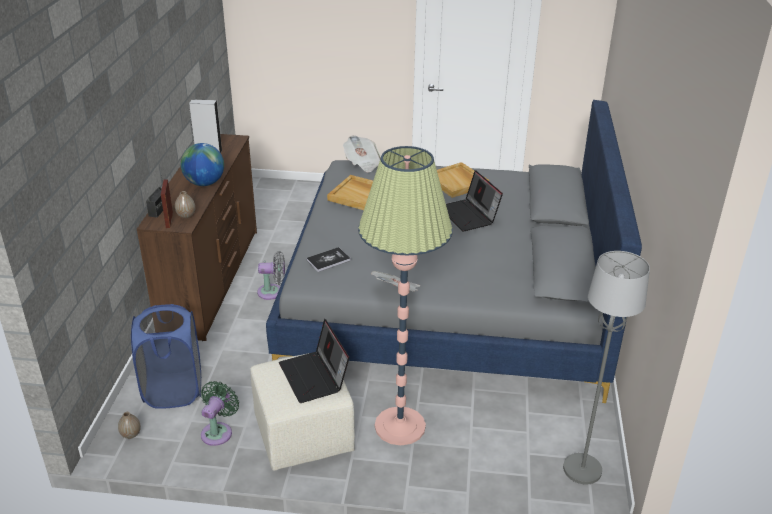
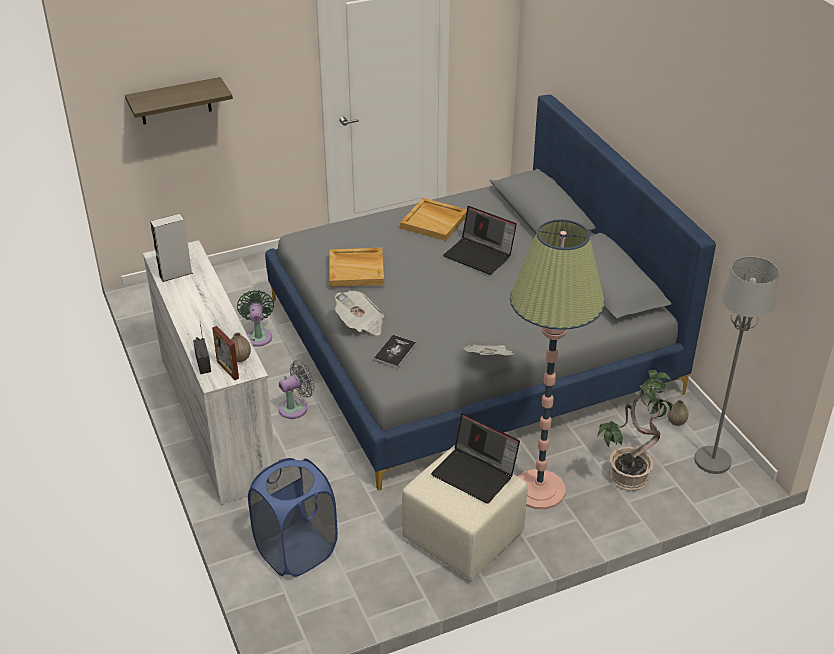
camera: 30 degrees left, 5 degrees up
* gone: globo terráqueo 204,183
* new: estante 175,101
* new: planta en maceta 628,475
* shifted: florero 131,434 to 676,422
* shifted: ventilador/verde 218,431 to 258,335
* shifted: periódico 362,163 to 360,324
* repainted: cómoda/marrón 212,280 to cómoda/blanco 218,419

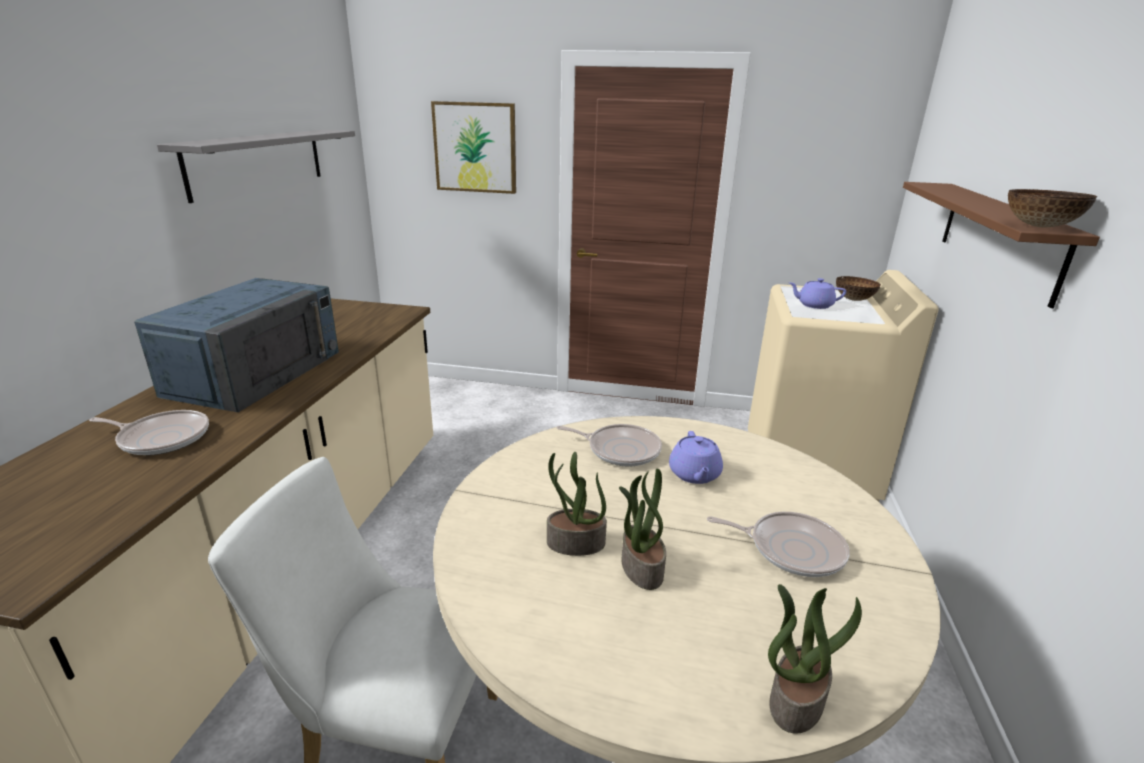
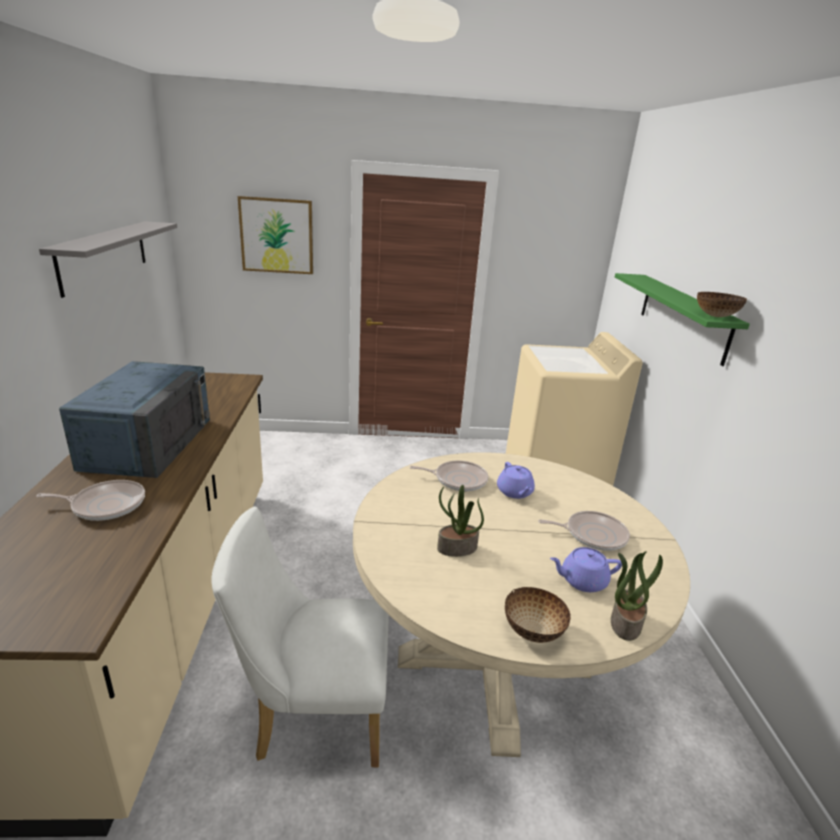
camera: 15 degrees left, 0 degrees up
* gone: planta en maceta 640,567
* shifted: tetera/morado 814,305 to 582,581
* shifted: cuenco 854,299 to 533,631
* repainted: estante/marrón 998,237 to estante/verde 683,316

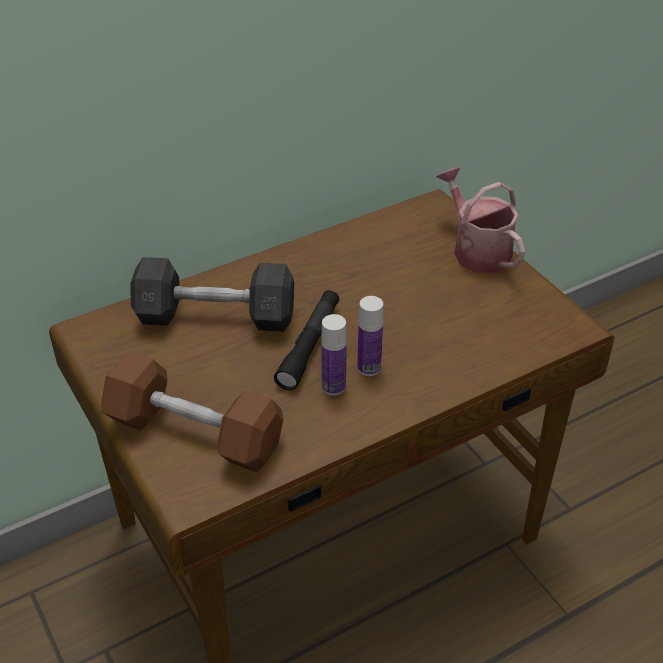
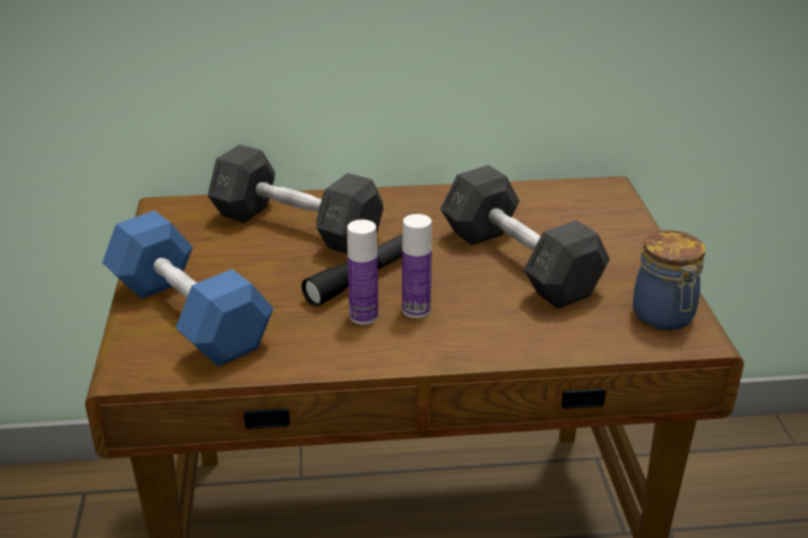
camera: 25 degrees right, 10 degrees down
* gone: regadera 477,250
* new: mancuerna/gris 519,263
* new: tarro 664,317
* repainted: mancuerna/marrón 194,433 to mancuerna/azul 189,316

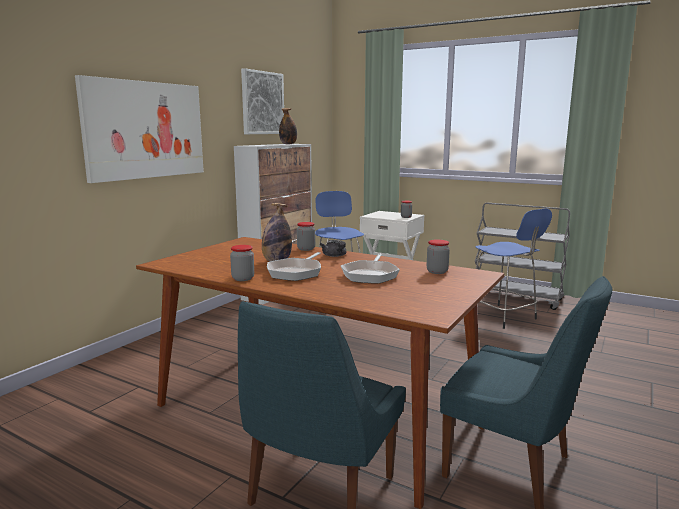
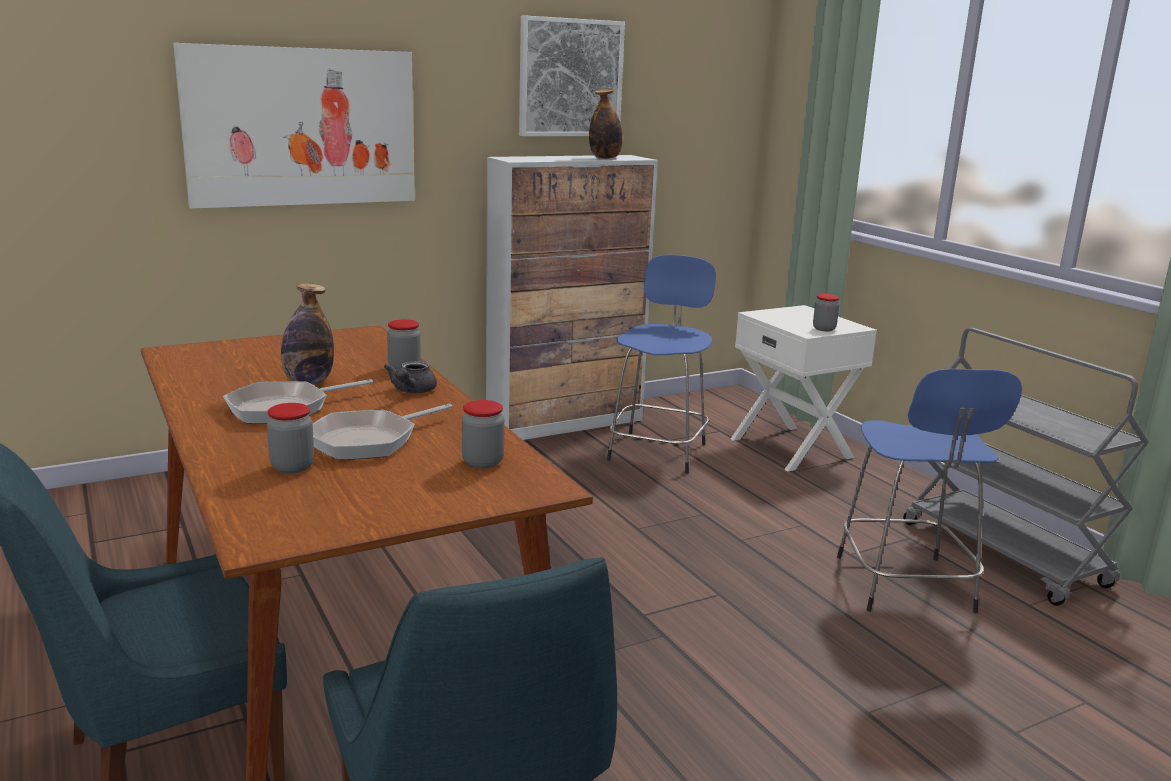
camera: 30 degrees right, 5 degrees up
* shifted: tarro 243,278 to 292,467

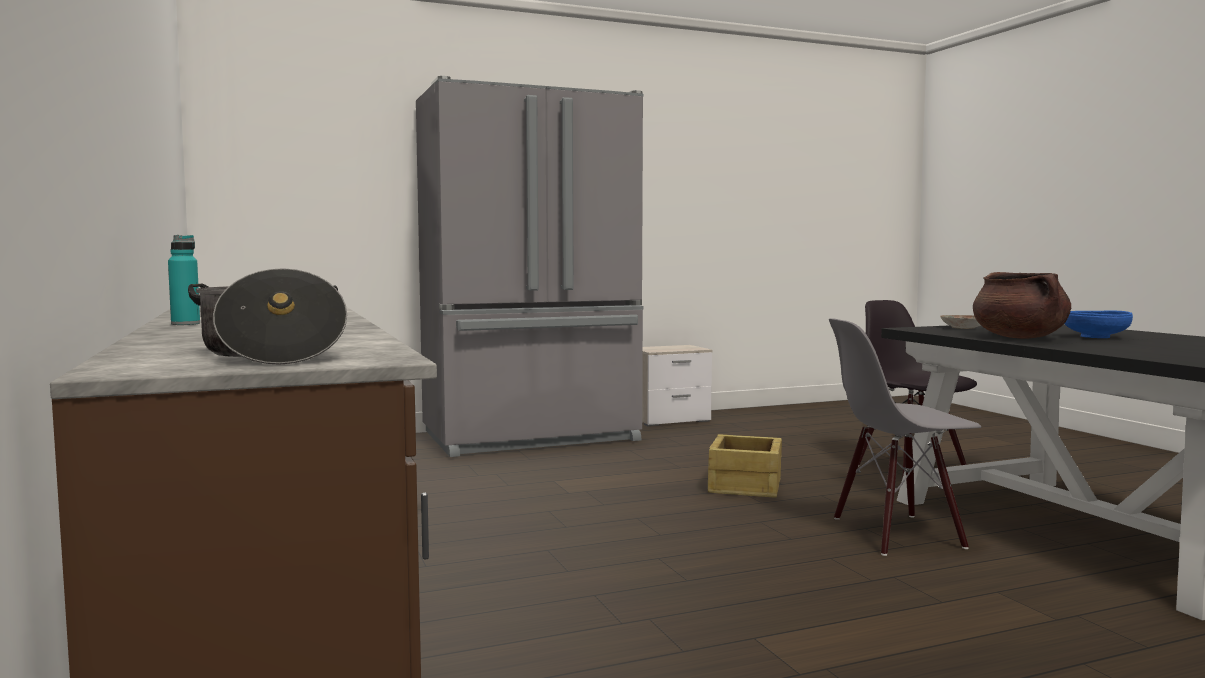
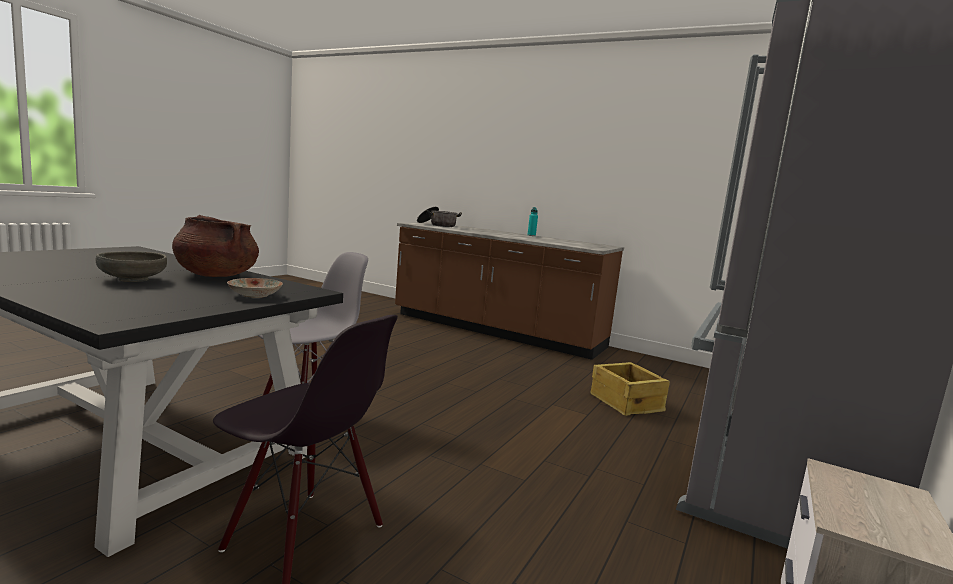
camera: 140 degrees right, 5 degrees up
* shifted: caja de embalaje 744,485 to 626,402
* repainted: cuenco/azul 1096,337 to cuenco/gris 132,279

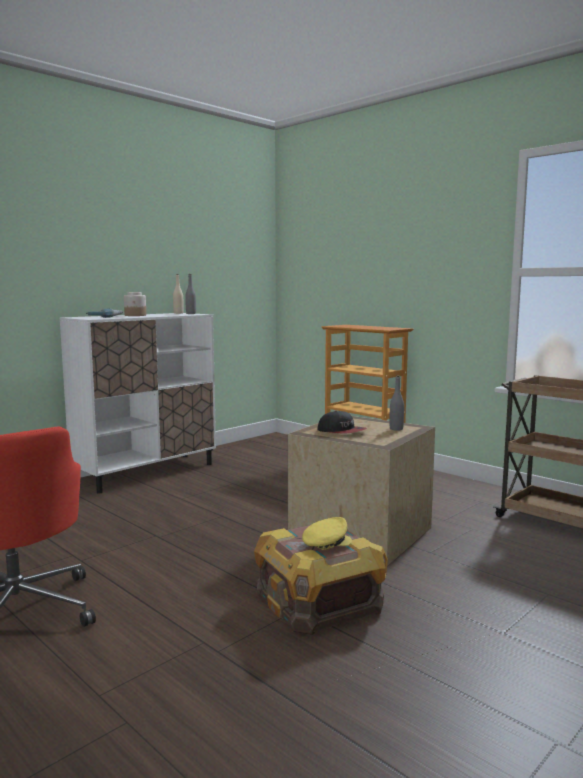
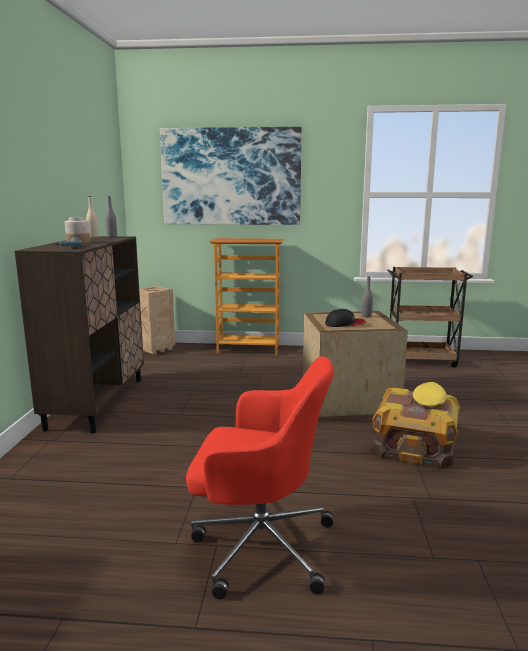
camera: 40 degrees left, 5 degrees up
* new: caja de embalaje 156,349
* new: cuadro 231,177
* repainted: armario/blanco 147,472 to armario/marrón 97,402

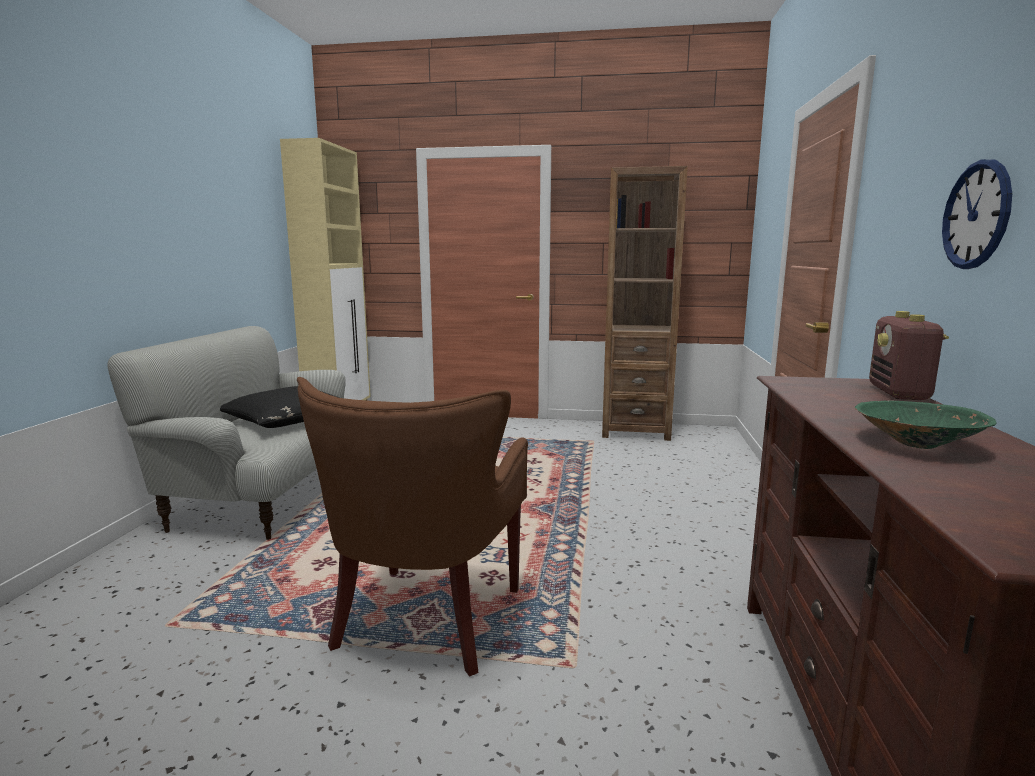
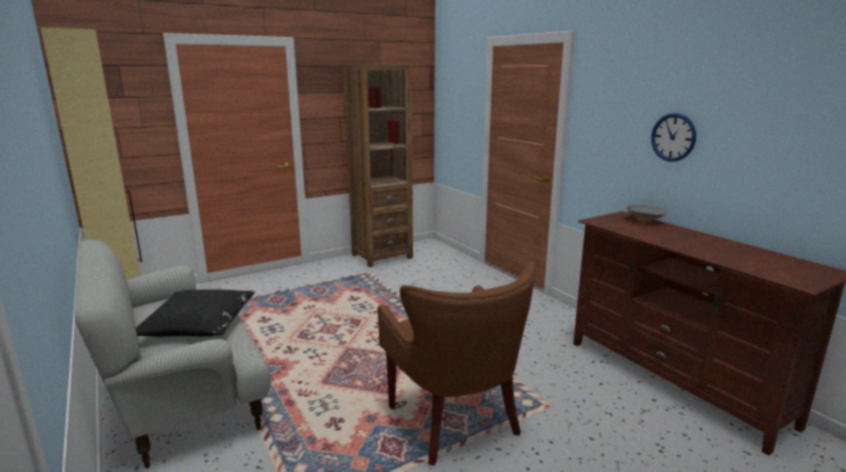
camera: 40 degrees left, 5 degrees up
* gone: cuenco/verde 914,443
* swapped: radio 899,393 to cuenco/gris 645,220

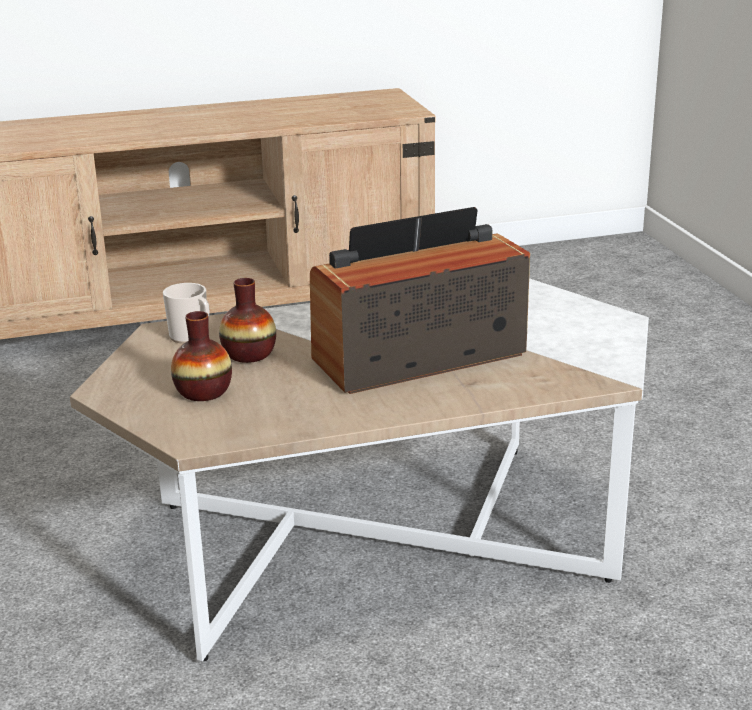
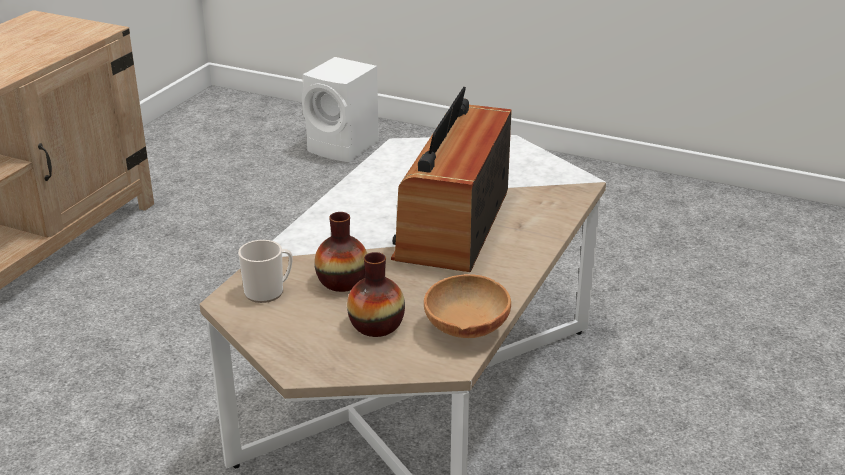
camera: 50 degrees left, 5 degrees up
* new: altavoz/blanco 344,147
* new: cuenco/marrón 465,330

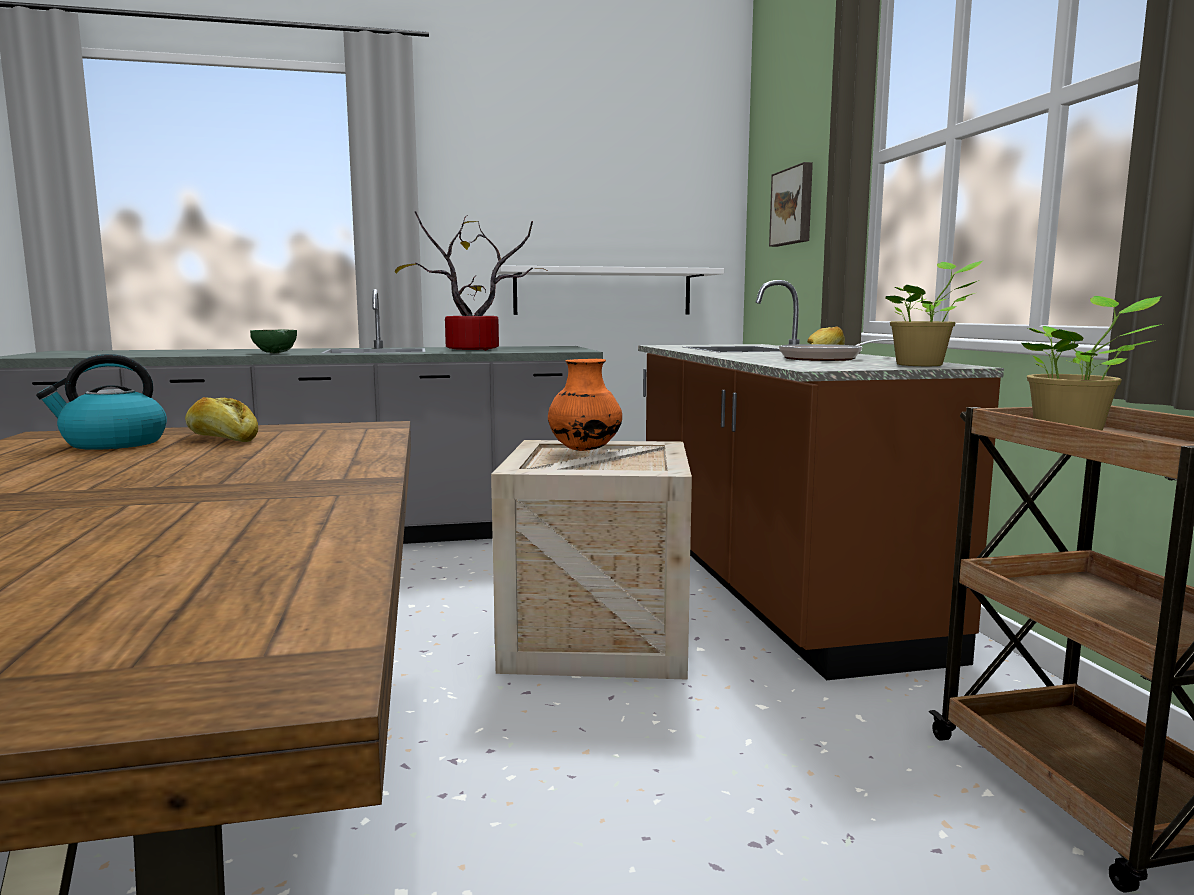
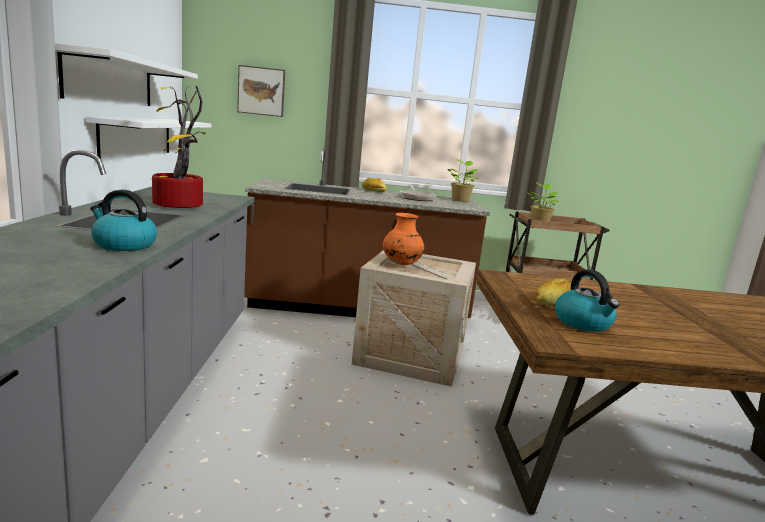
camera: 80 degrees left, 5 degrees up
* new: estante/blanco 111,80
* swapped: cuenco/verde 274,353 to hervidor 123,245

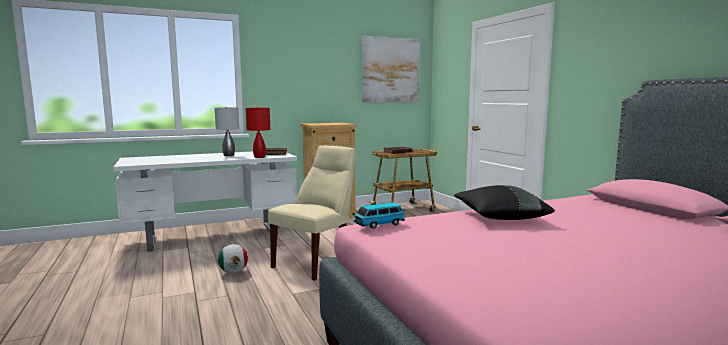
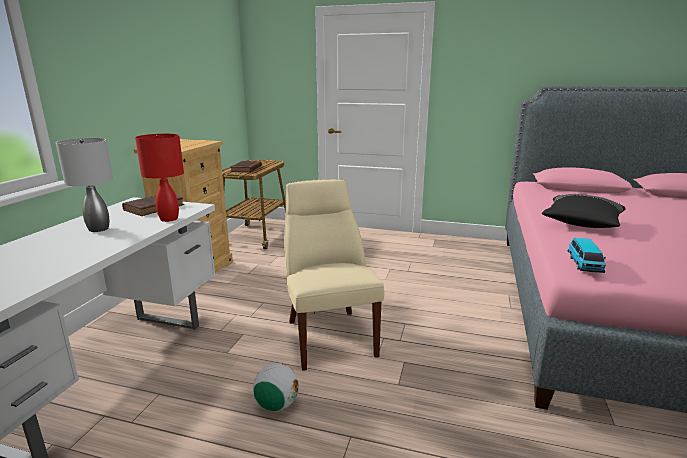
camera: 50 degrees left, 10 degrees up
* gone: cuadro 390,70

